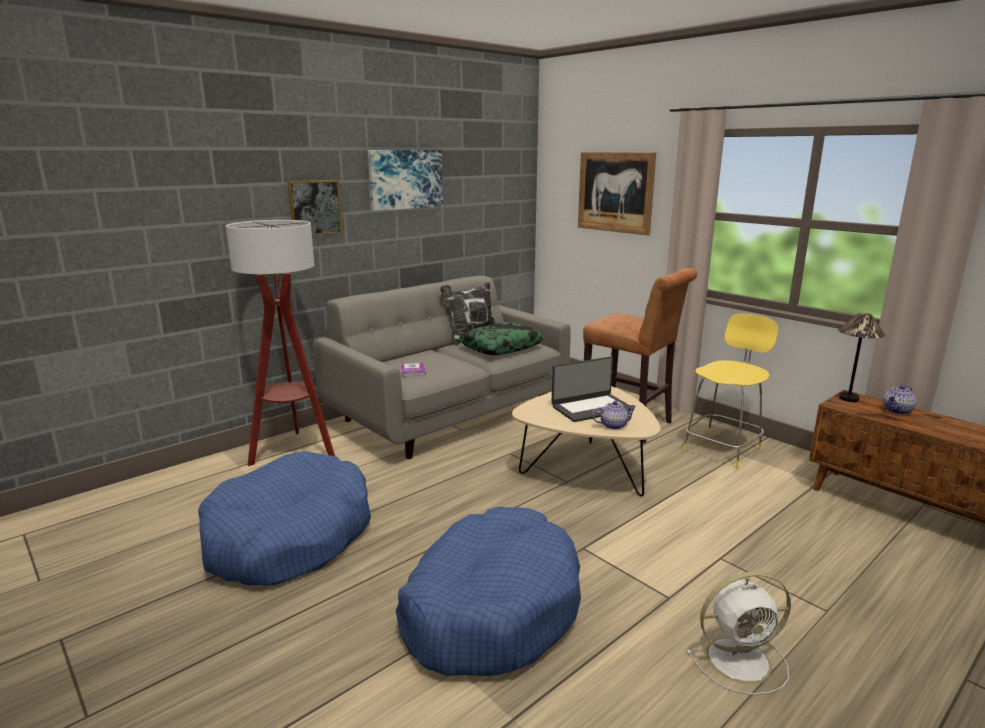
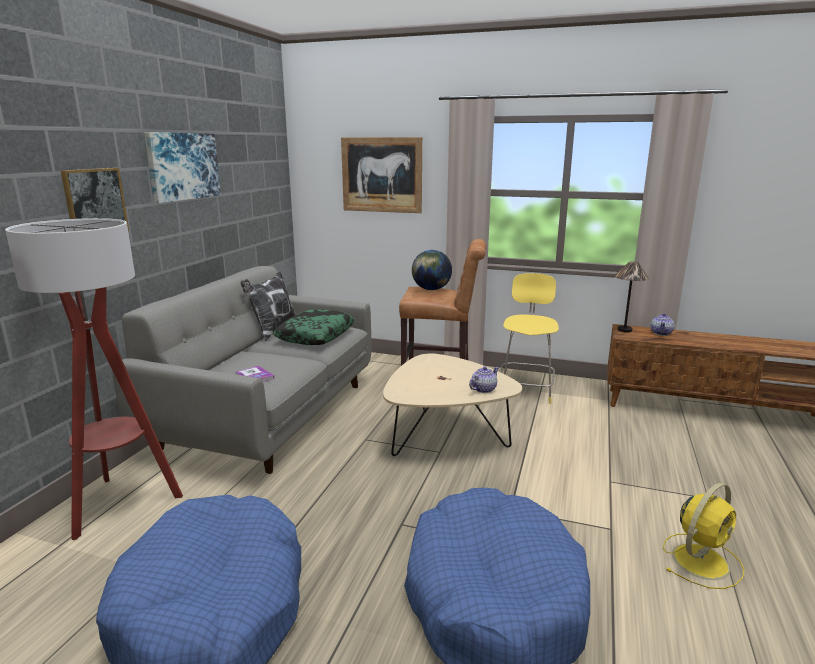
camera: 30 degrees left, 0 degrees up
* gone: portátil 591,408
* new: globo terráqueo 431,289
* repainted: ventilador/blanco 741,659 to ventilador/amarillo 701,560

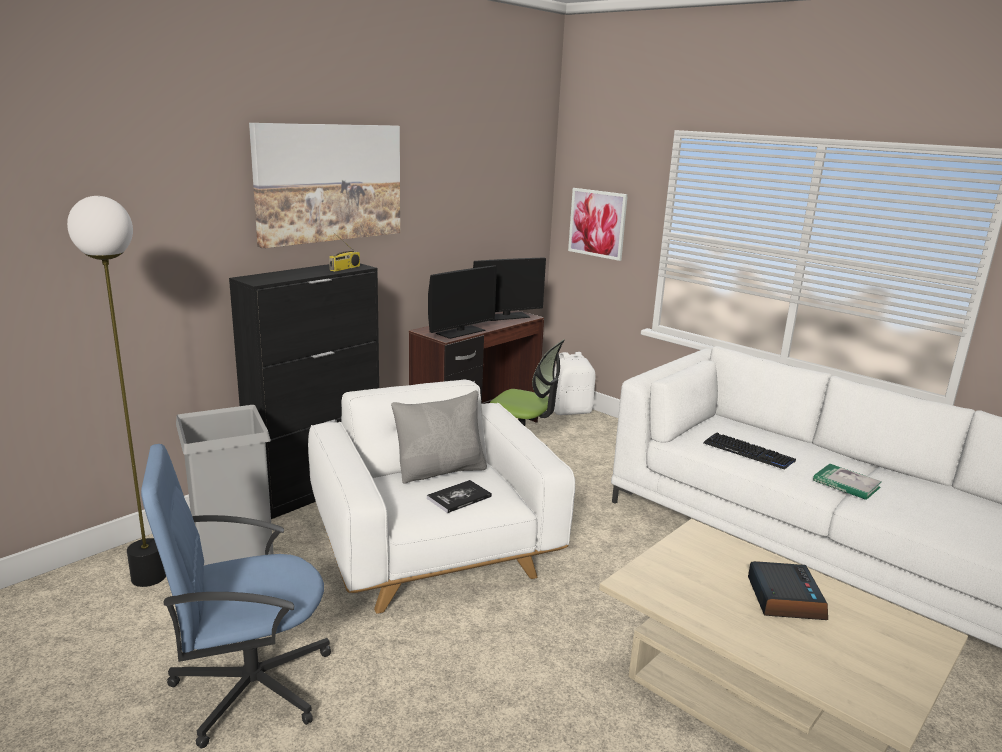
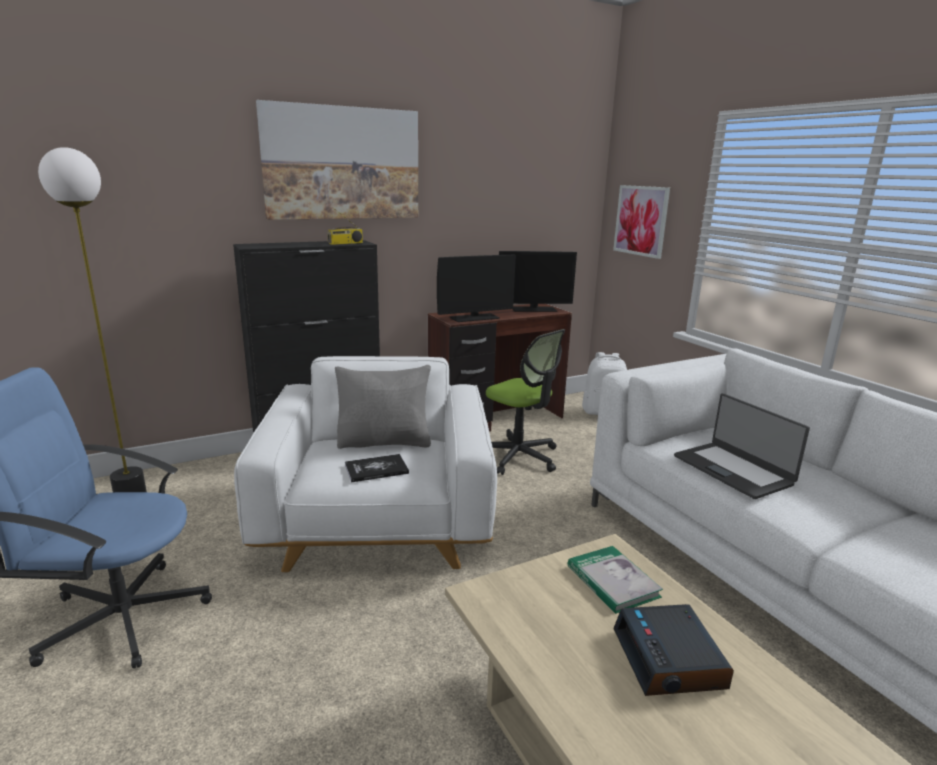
camera: 20 degrees right, 0 degrees up
* gone: papelera/gris 233,552
* shifted: libro 846,484 to 612,581
* swapped: teclado 748,452 to portátil 733,470
* rotated: despertador 784,598 = 669,660 150 degrees clockwise

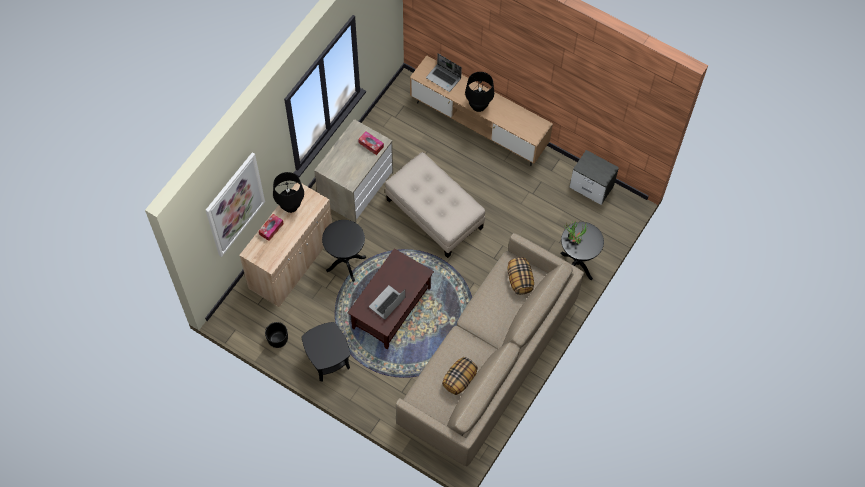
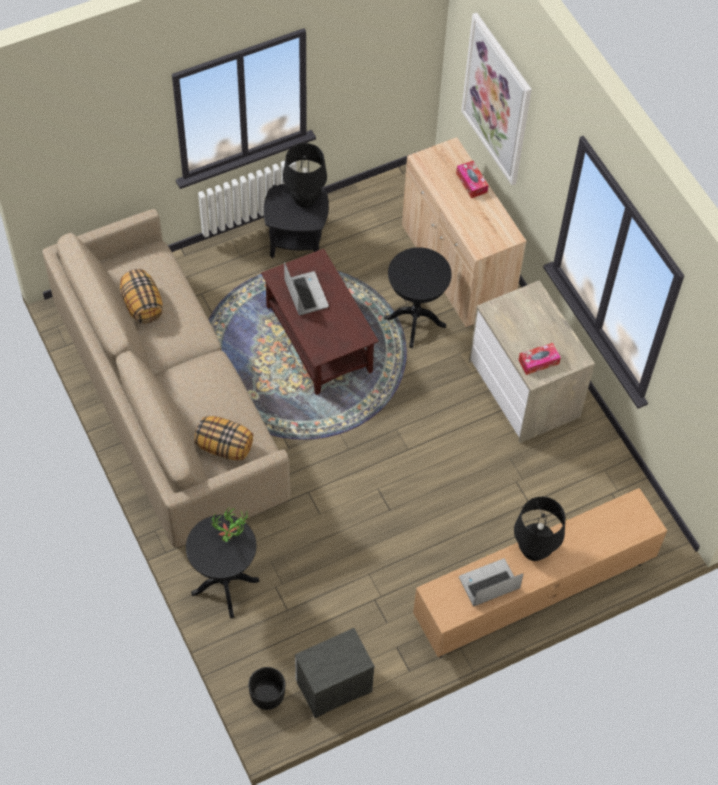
camera: 120 degrees right, 5 degrees down
* gone: puf/beis 435,213
* shifted: maceta/negro 277,339 to 267,695
* shifted: lámpara de mesa/negro 290,205 to 305,199
* shifted: portátil 444,78 to 488,584

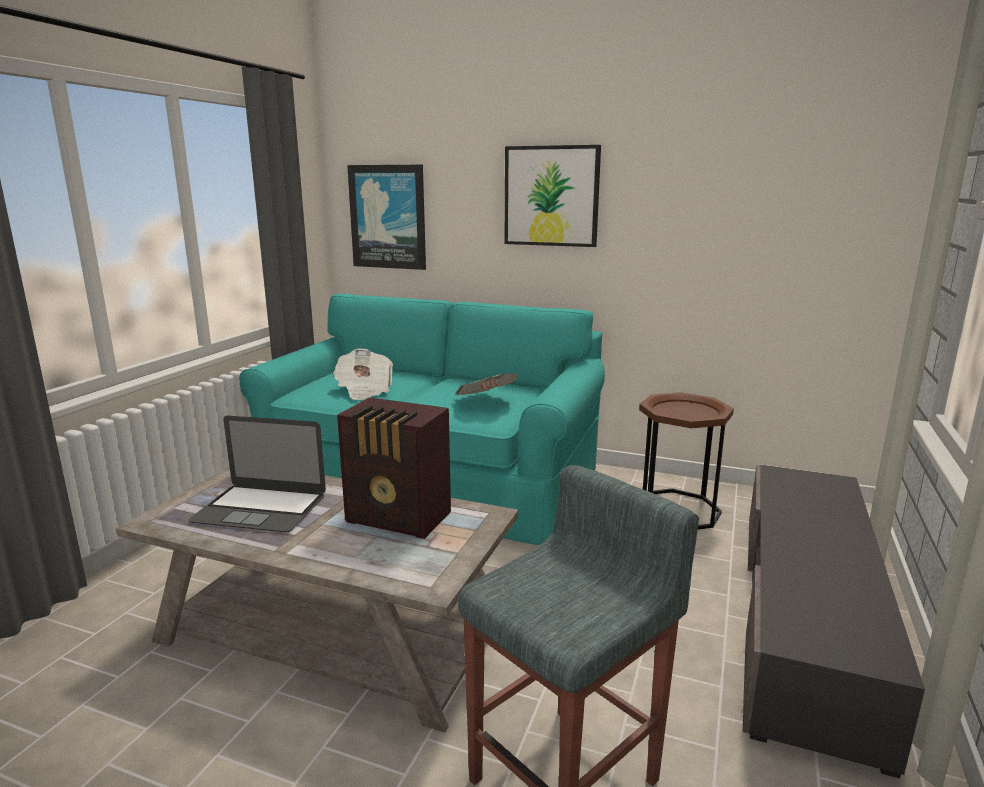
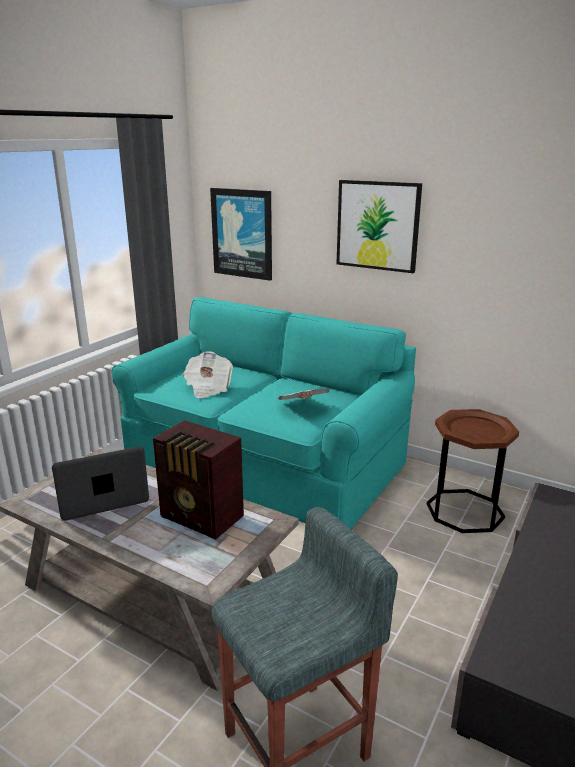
camera: 10 degrees right, 5 degrees up
* rotated: portátil 260,508 = 102,497 135 degrees clockwise

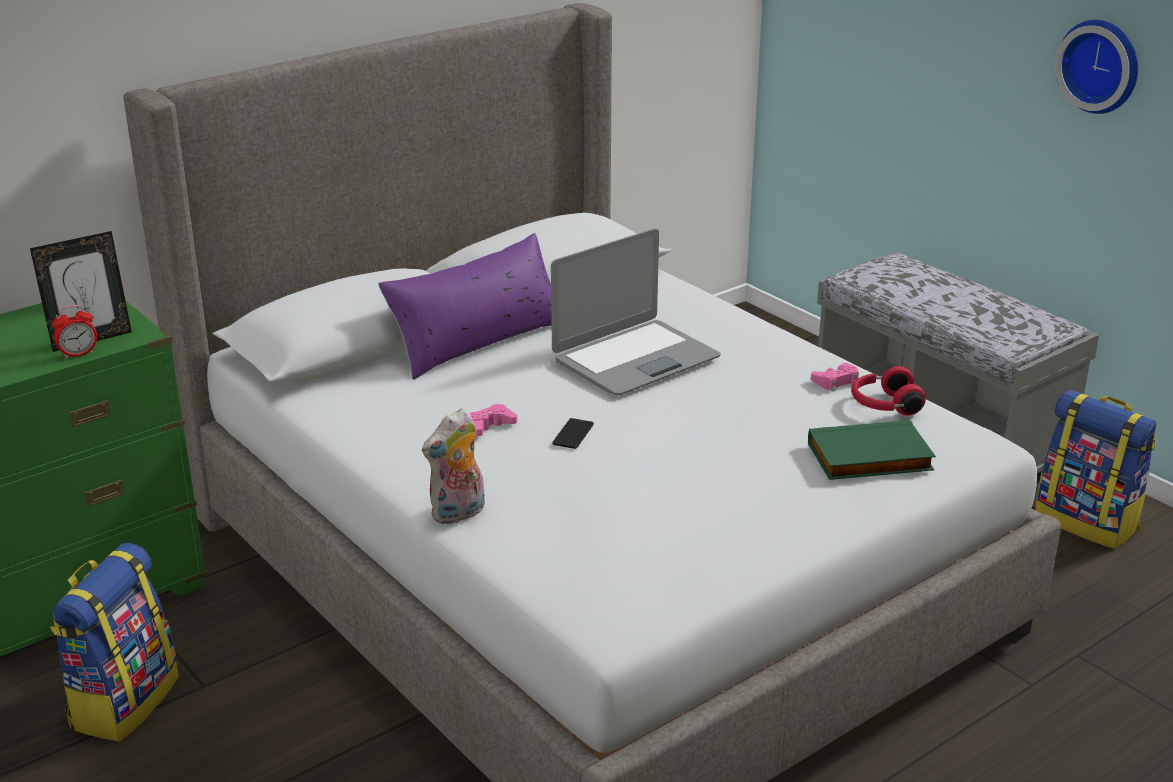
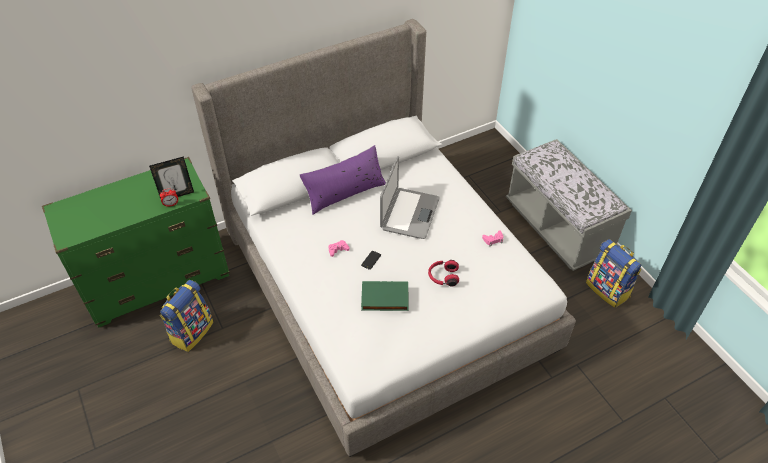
camera: 10 degrees right, 20 degrees up
* gone: peluche 458,514
* gone: reloj de pared 1101,65
* shifted: libro/verde 869,458 to 384,299
* shifted: auriculares/rojo 884,405 to 443,277
* rotated: portátil 635,359 = 409,213 45 degrees counterclockwise

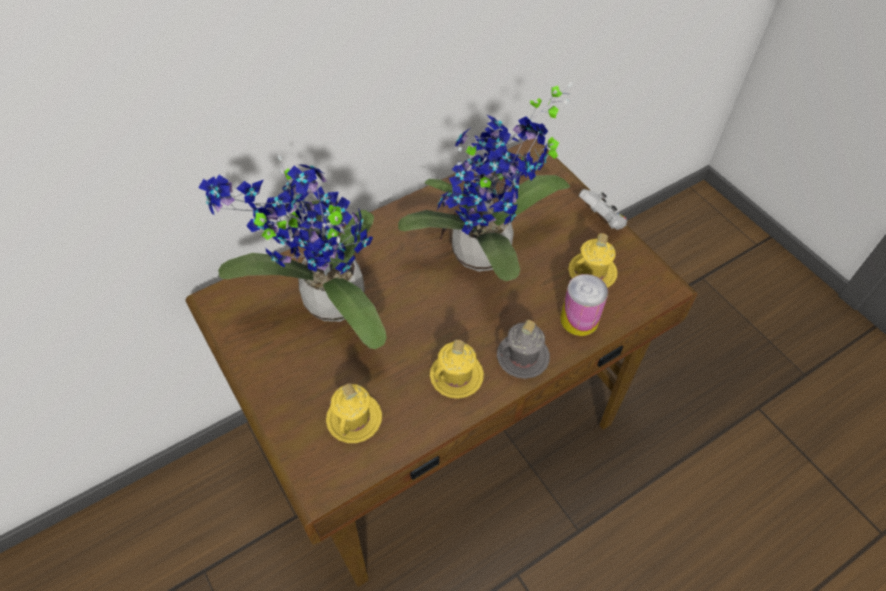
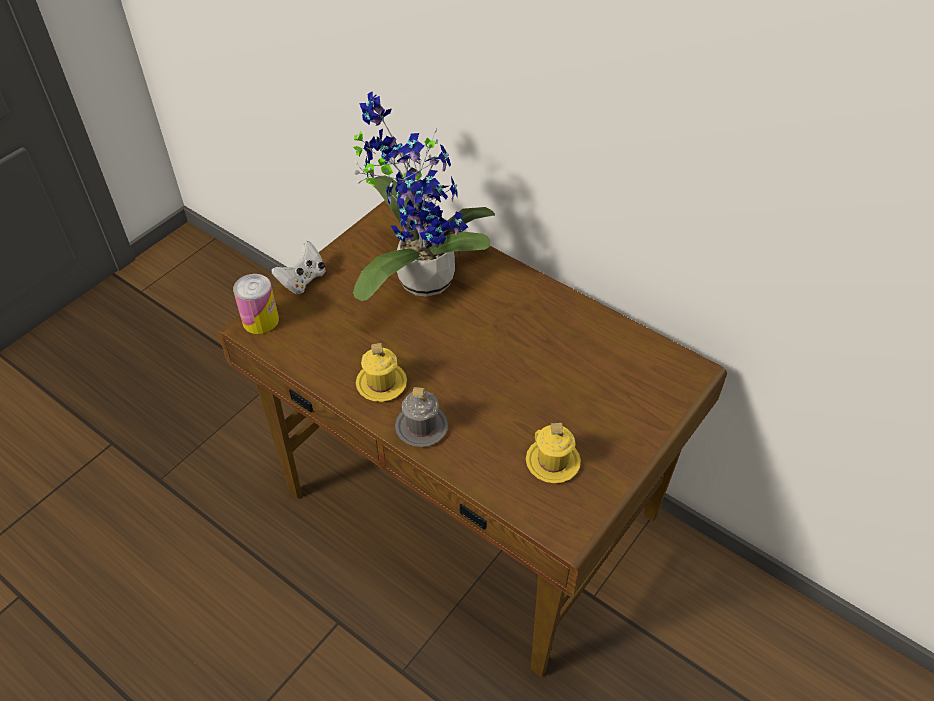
camera: 70 degrees right, 5 degrees down
* gone: taza grande/amarillo 354,419
* gone: planta en maceta 486,257
* shifted: lata 579,319 to 260,320
* shifted: mando de consola/blanco 602,220 to 303,280

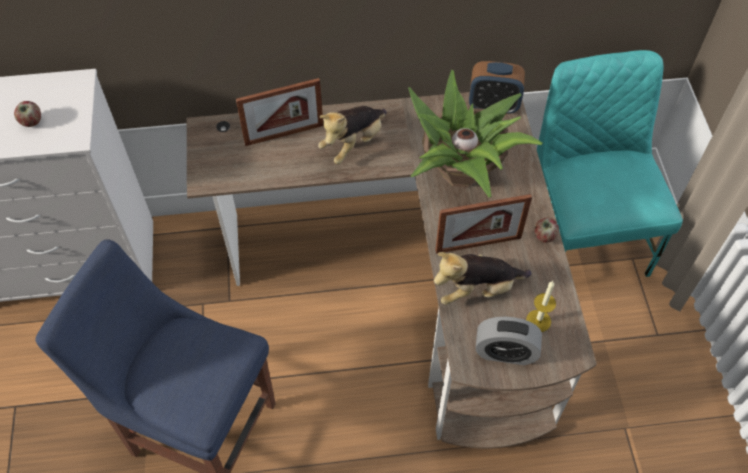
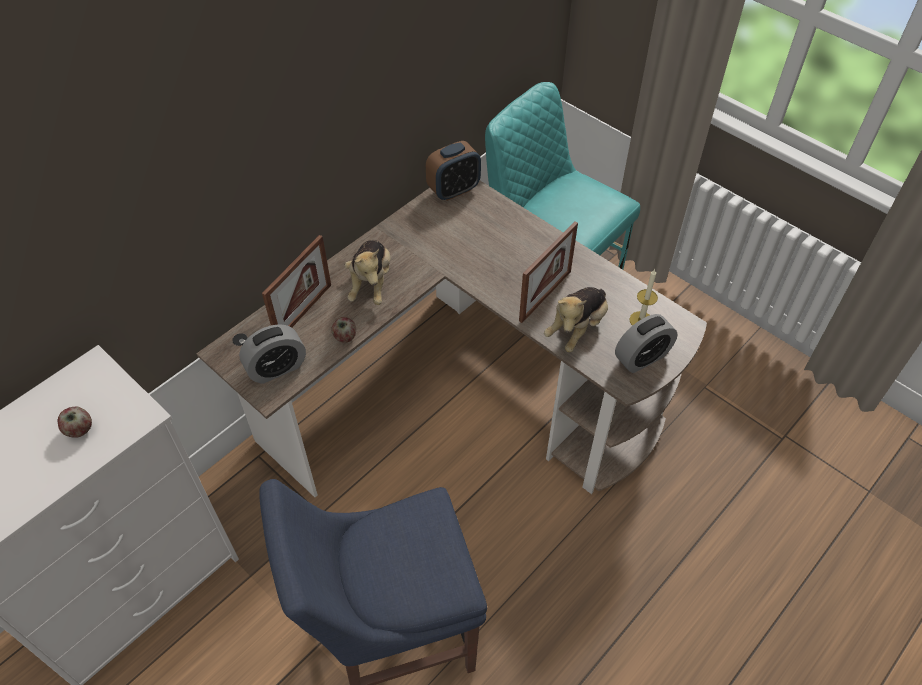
camera: 40 degrees left, 5 degrees down
* gone: planta en maceta 462,173
* new: despertador 276,368
* shifted: manzana 544,236 to 345,337

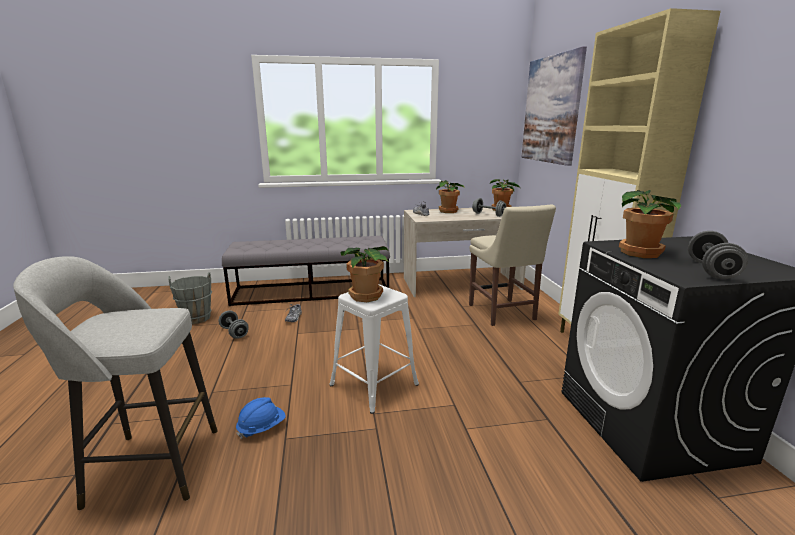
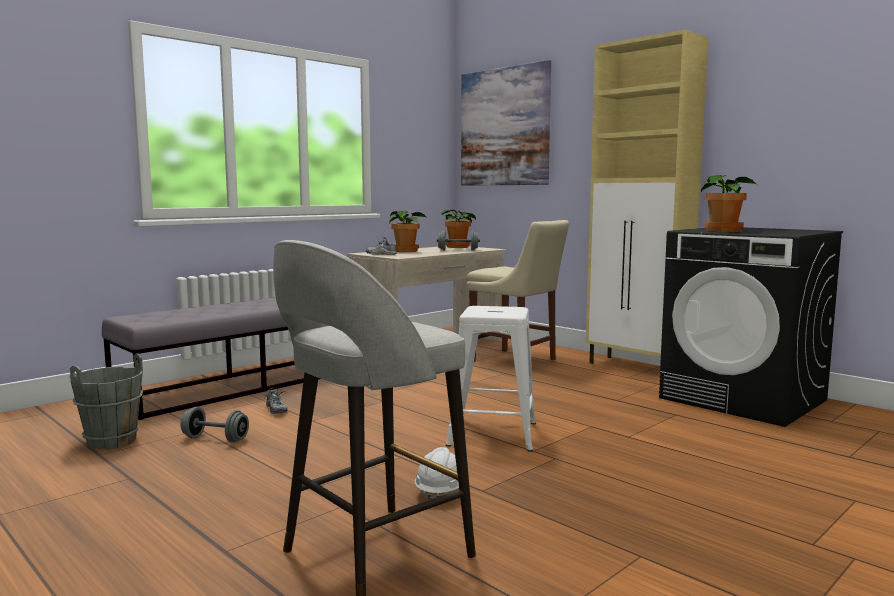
camera: 35 degrees left, 10 degrees down
* gone: planta en maceta 365,296
* gone: mancuerna/gris 711,270
* repainted: casco/azul 262,428 to casco/blanco 440,492

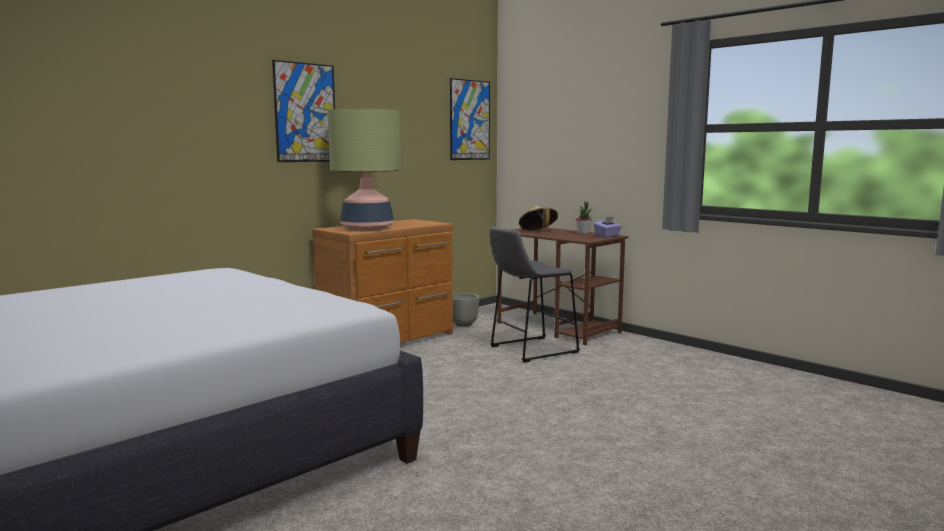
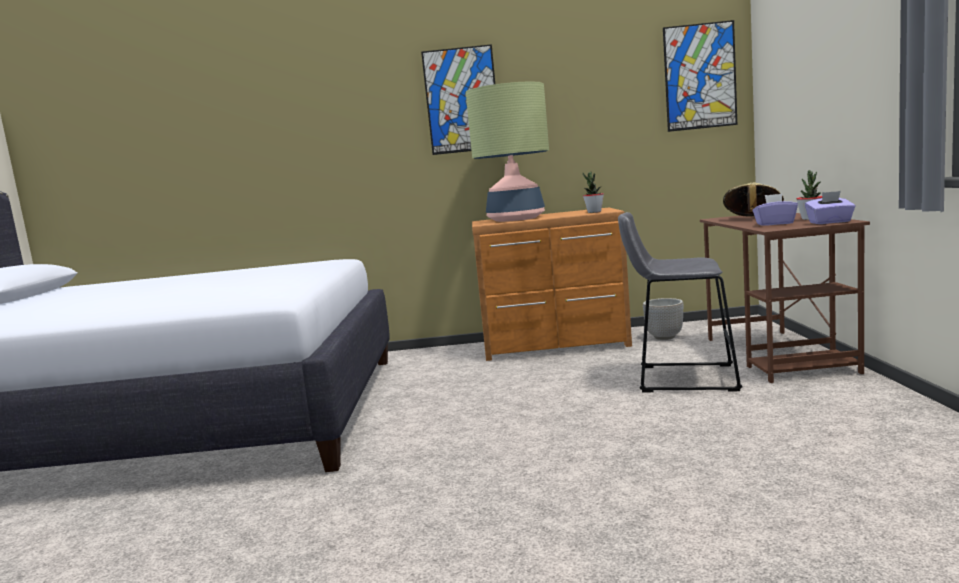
camera: 45 degrees right, 0 degrees up
* new: planta en maceta 594,212
* new: caja de pañuelos/morado 774,224

